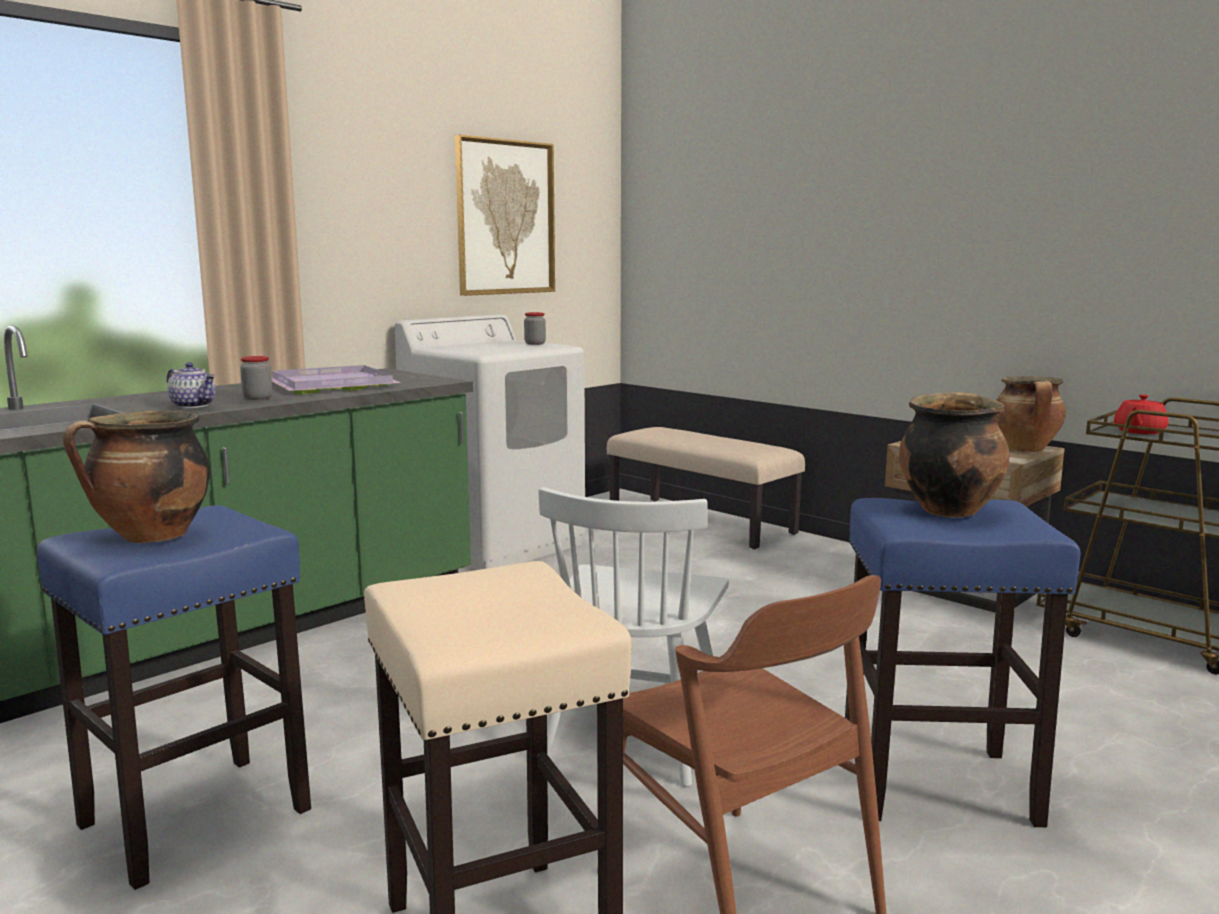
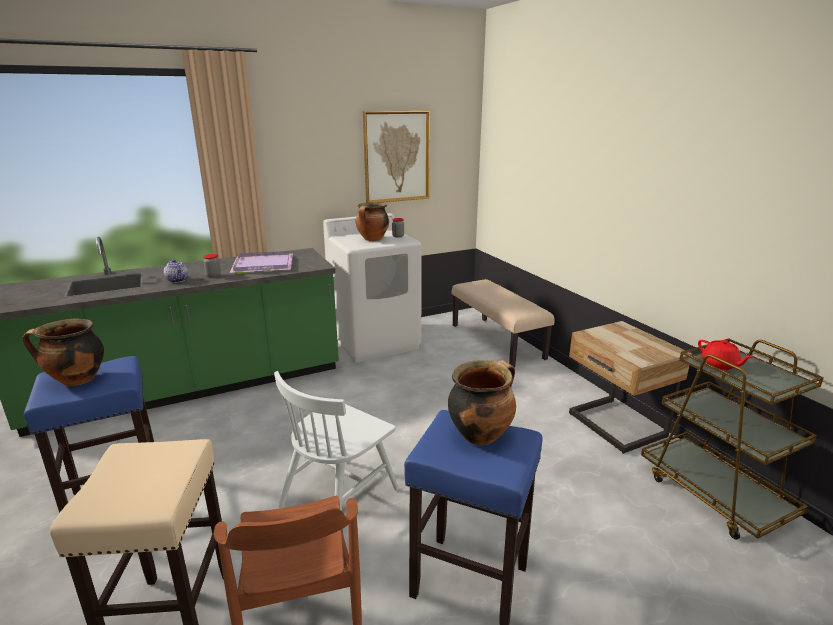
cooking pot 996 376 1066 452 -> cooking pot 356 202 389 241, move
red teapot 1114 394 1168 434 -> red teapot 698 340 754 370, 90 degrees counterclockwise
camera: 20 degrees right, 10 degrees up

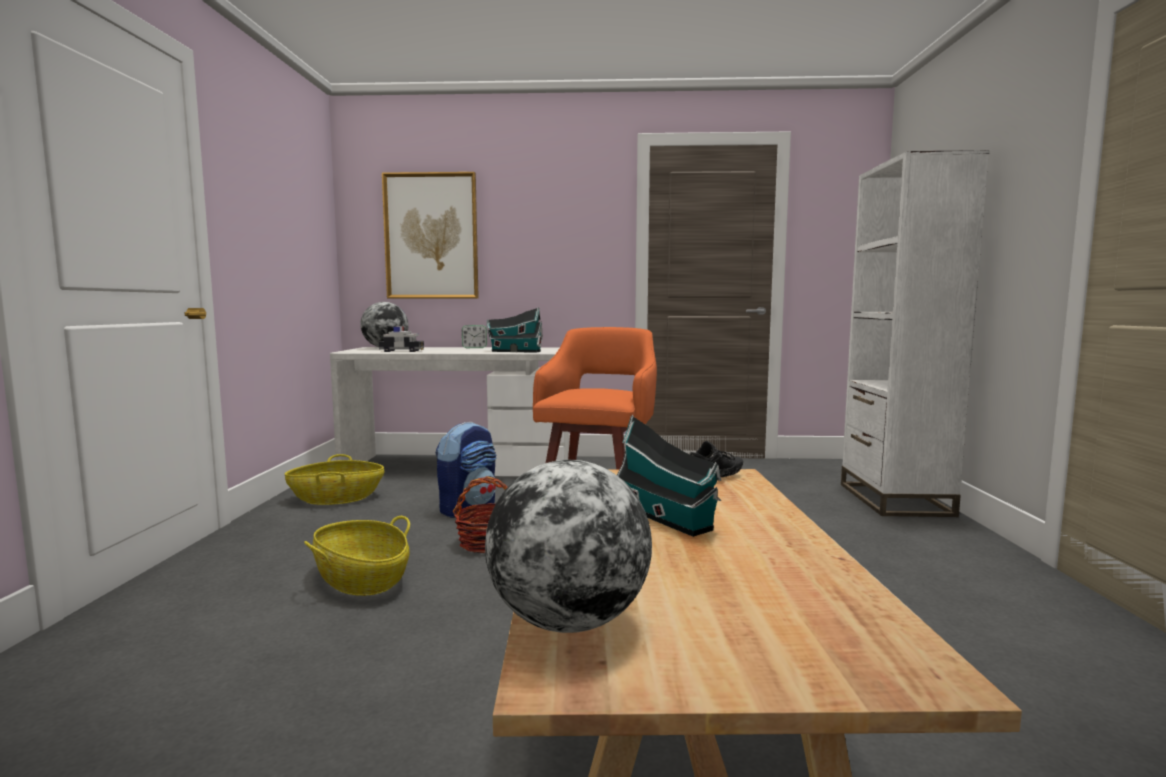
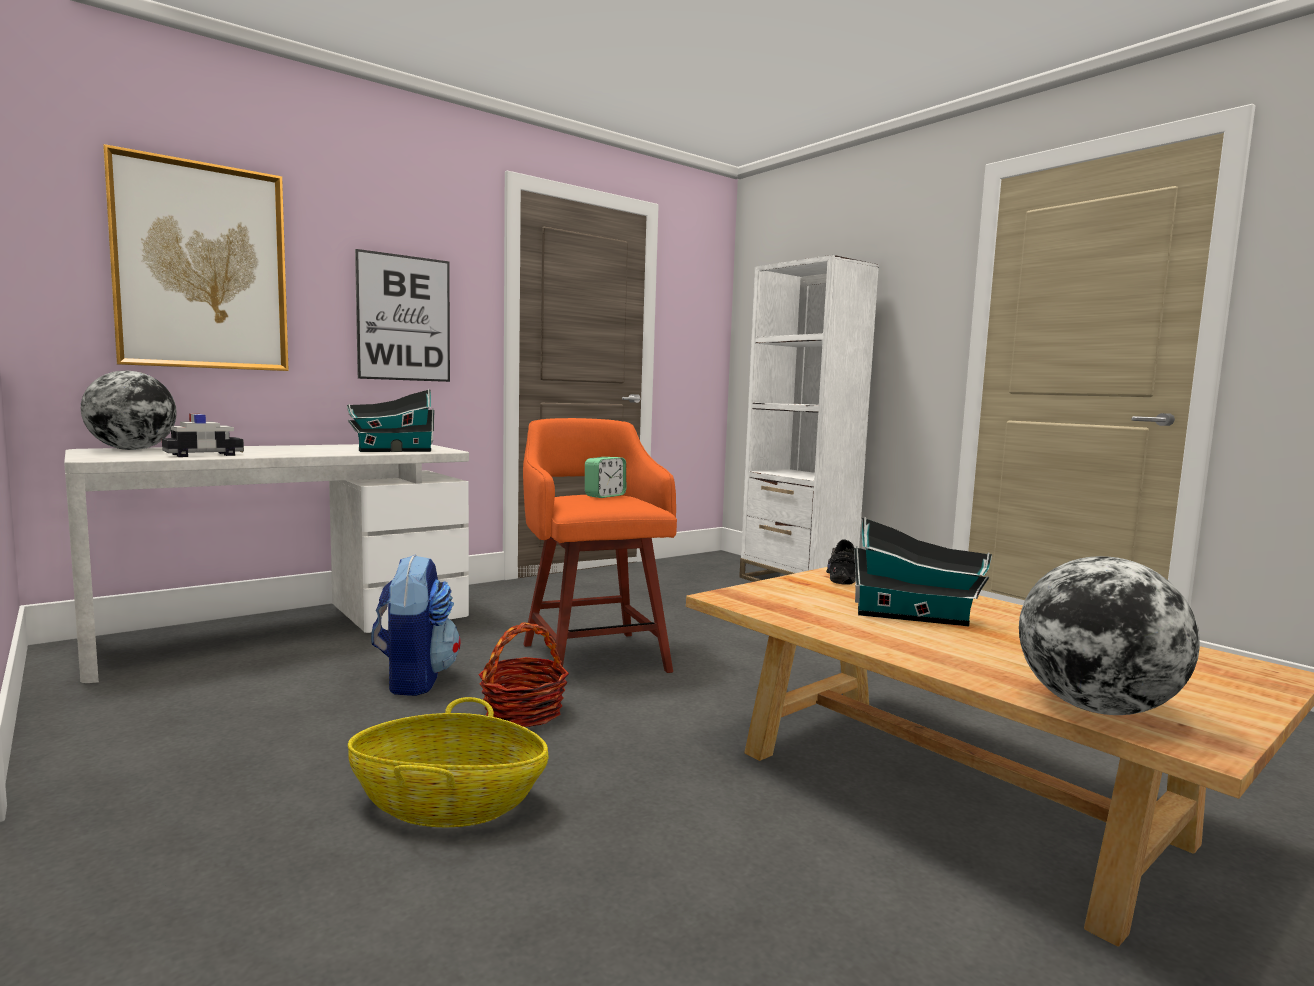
storage basket 285 454 384 505 -> none
table clock 462 325 487 348 -> table clock 585 457 626 498, move
none -> picture 355 249 450 382
camera: 40 degrees left, 0 degrees up

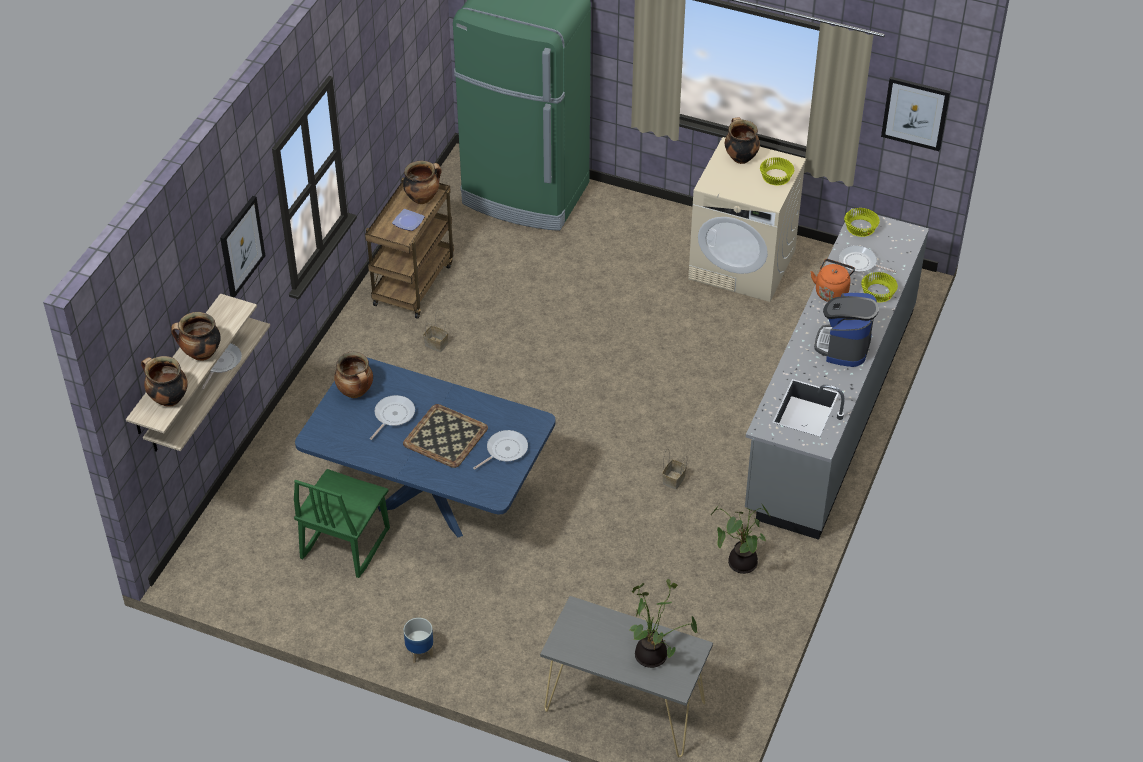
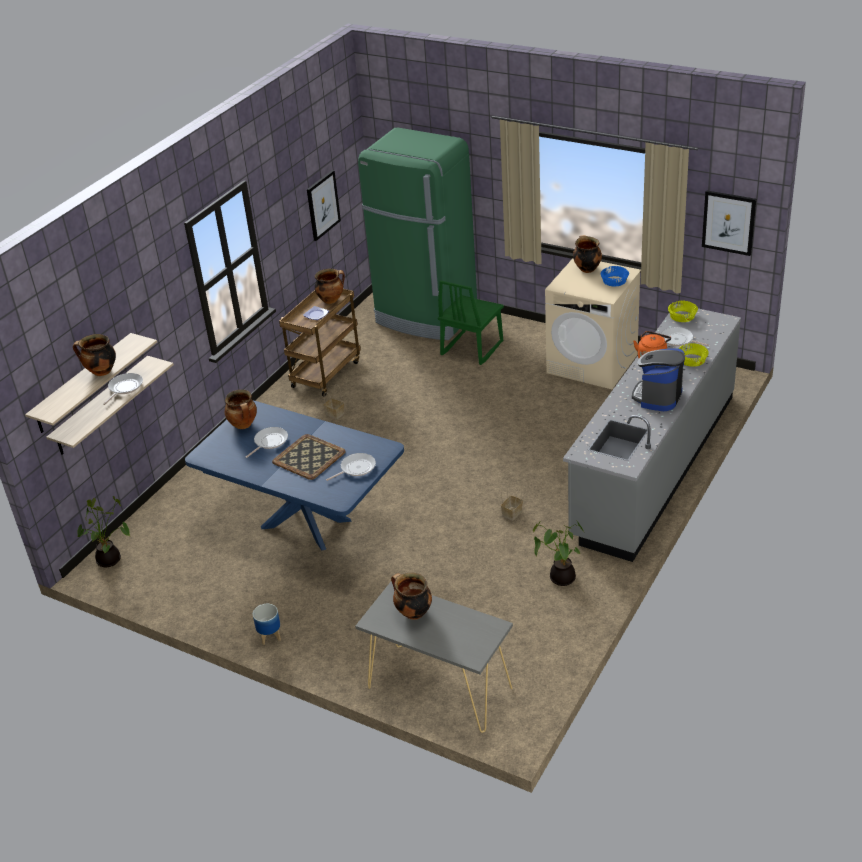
cooking pot 141 356 188 407 -> cooking pot 391 573 432 620, move
picture 220 196 265 298 -> picture 307 170 341 241, move
green chair 294 469 390 578 -> green chair 438 280 504 365, move
houseplant 630 579 698 668 -> houseplant 77 496 130 567, move
yellow deep dish 760 157 794 185 -> bluish deep dish 601 266 629 286
camera: 10 degrees right, 10 degrees down

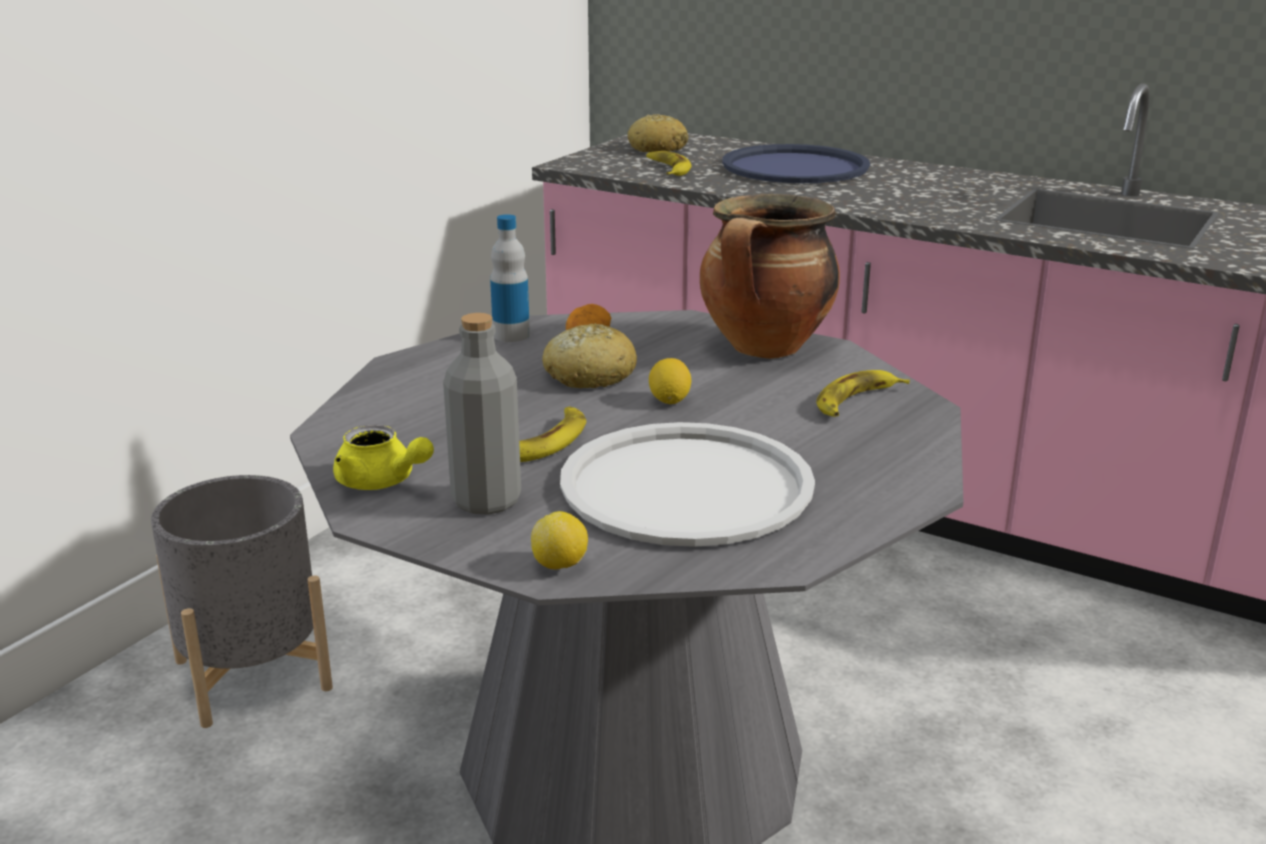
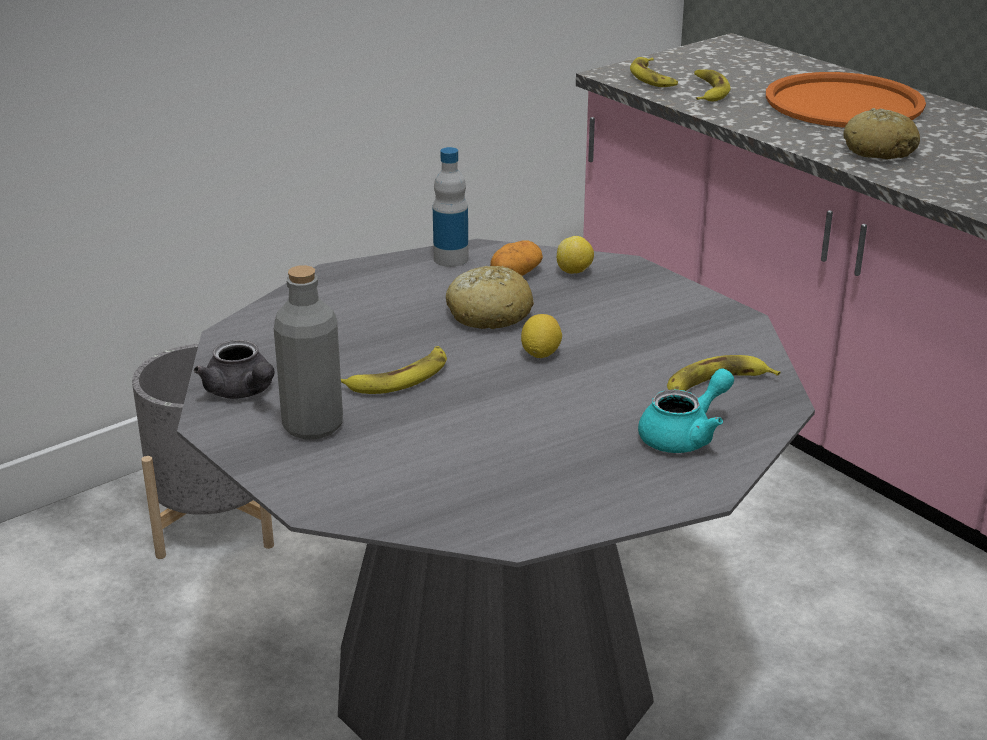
yellow teapot 333 425 434 490 -> greyish teapot 194 340 275 399
citrus fruit 531 511 588 569 -> citrus fruit 557 236 594 274, move
white-coloured carrying tray 560 422 815 547 -> none
bread 628 114 688 152 -> bread 844 108 920 159, move
cooking pot 700 194 840 359 -> none
bluish carrying tray 722 144 870 183 -> orangey carrying tray 766 72 926 128
none -> banana 630 57 678 87
none -> turquoise-coloured teapot 638 369 734 453
camera: 20 degrees right, 5 degrees up

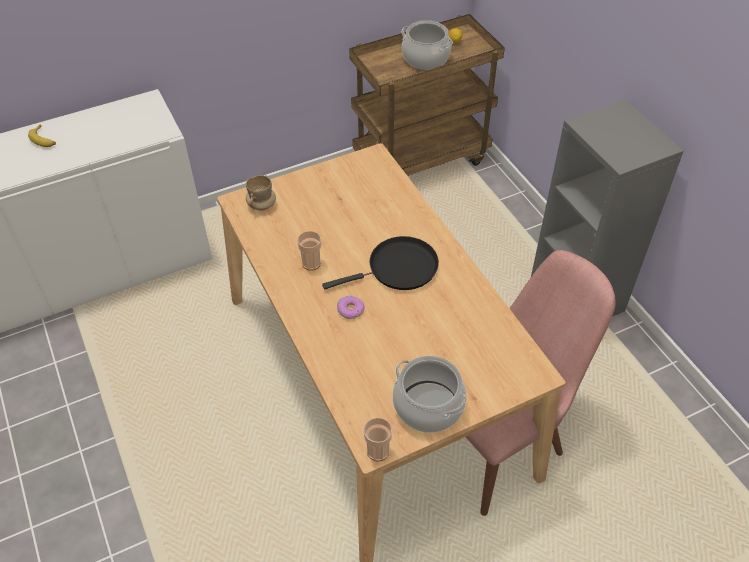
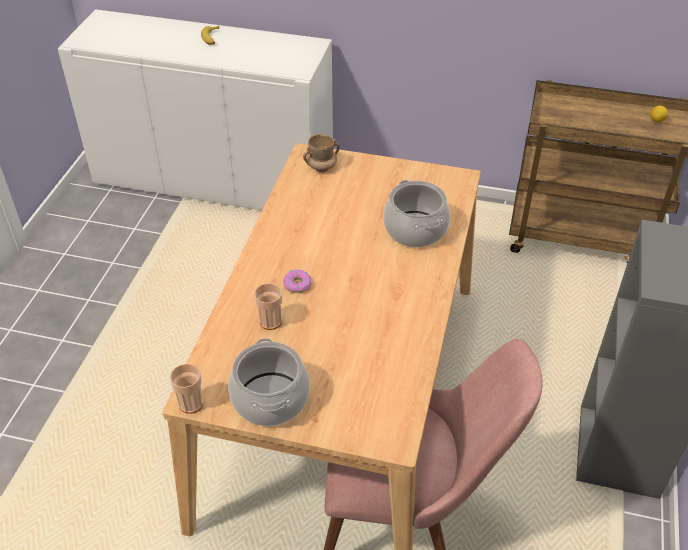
drinking cup 297 231 321 271 -> drinking cup 254 283 282 330, move
black skillet 322 236 439 290 -> none
cooking pot 401 20 453 70 -> cooking pot 383 180 450 247, move
camera: 40 degrees right, 5 degrees down

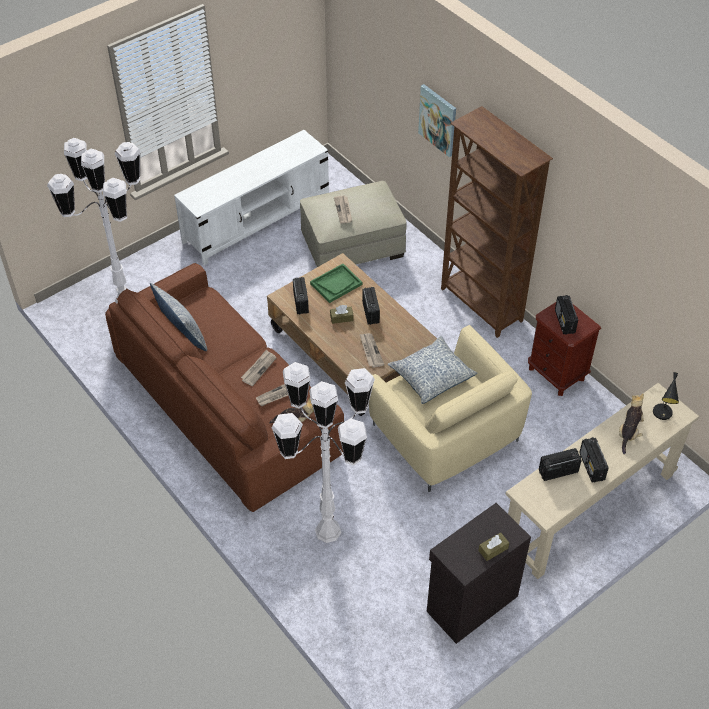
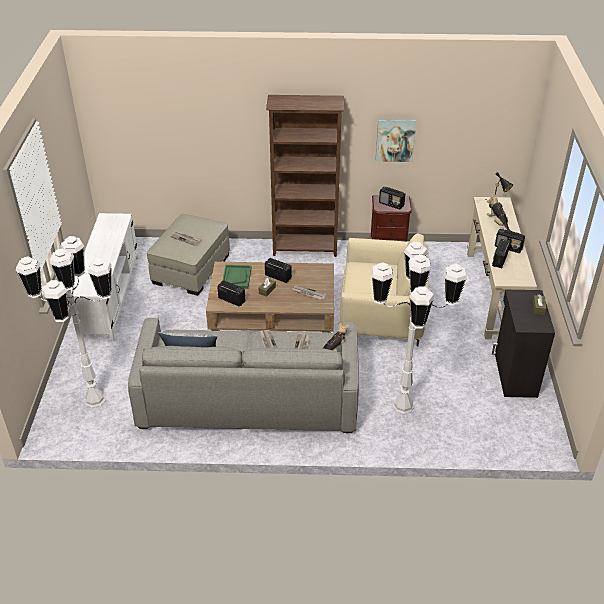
brown-coloured settee 105 263 344 512 -> greyish settee 128 318 359 433
pillow 388 336 477 404 -> none
picture 418 84 456 157 -> picture 376 119 416 162, move
camera: 50 degrees left, 10 degrees down

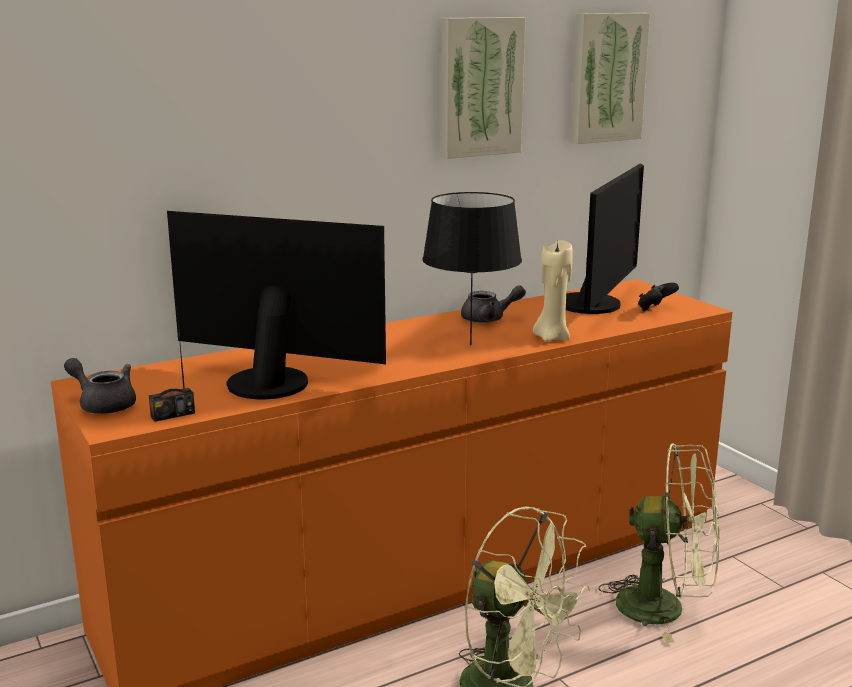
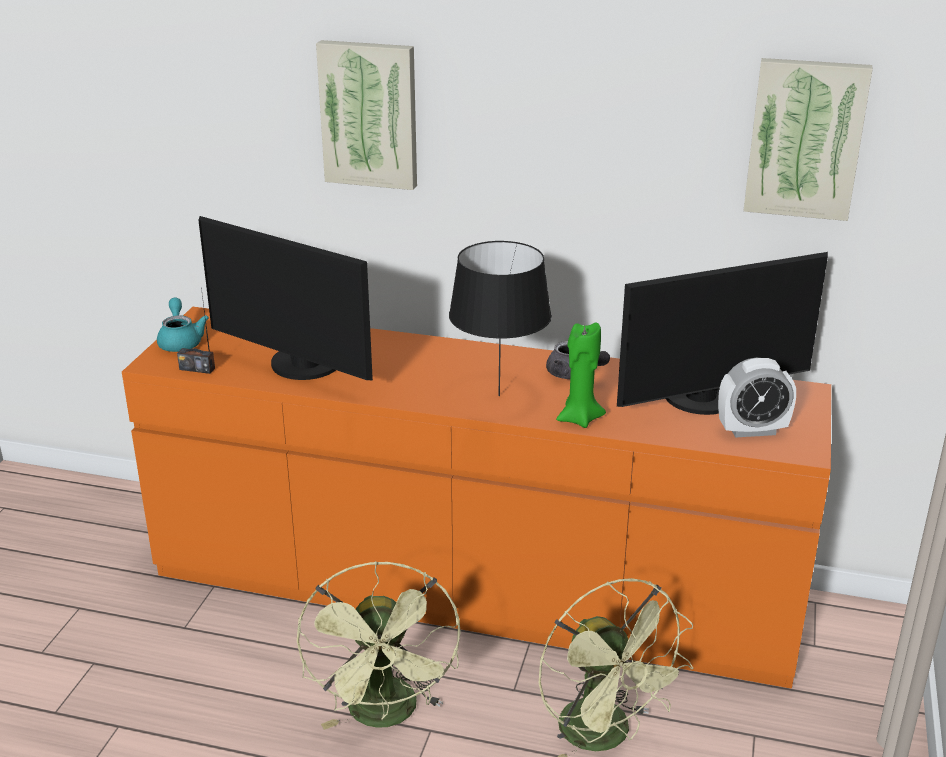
greyish teapot 64 358 136 414 -> turquoise-coloured teapot 157 298 209 352
computer screen 167 211 386 399 -> computer screen 198 216 373 381, 150 degrees clockwise
picture 441 17 526 159 -> picture 316 40 417 190, move
beige-coloured candle 533 240 573 341 -> green candle 556 323 606 428
black game controller 638 283 679 311 -> table clock 718 358 796 438
camera: 45 degrees right, 10 degrees up

